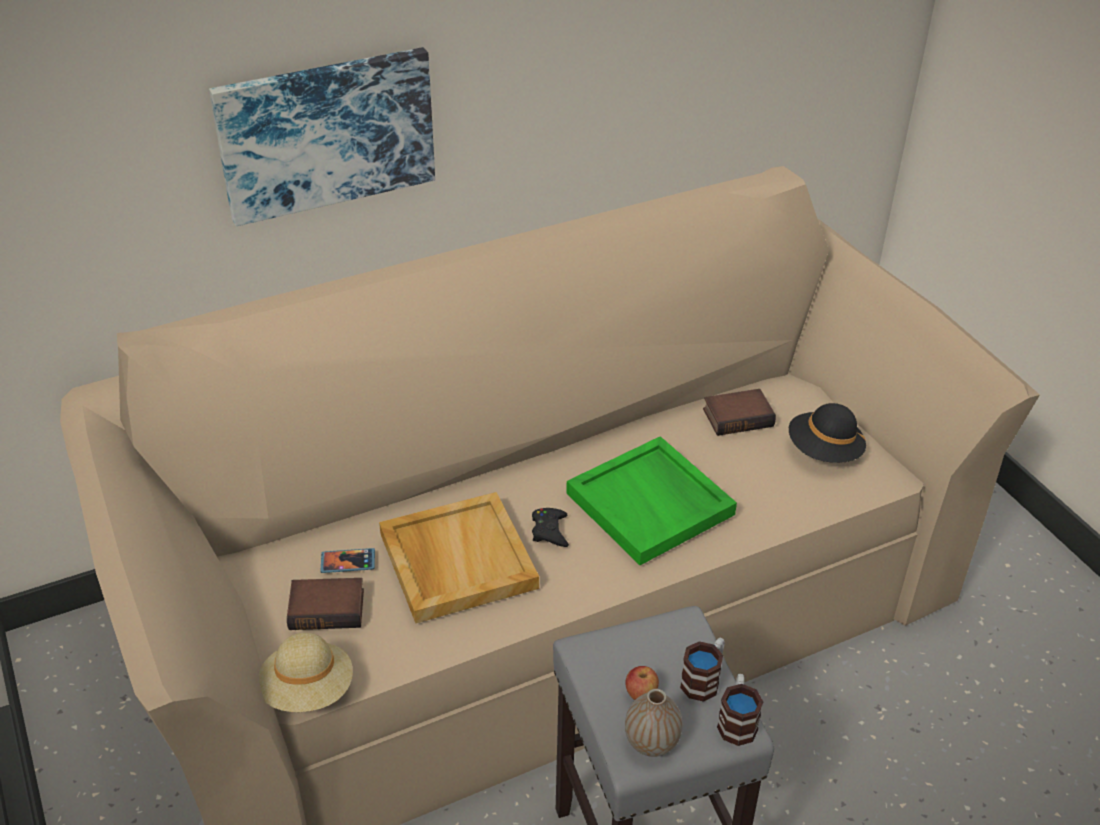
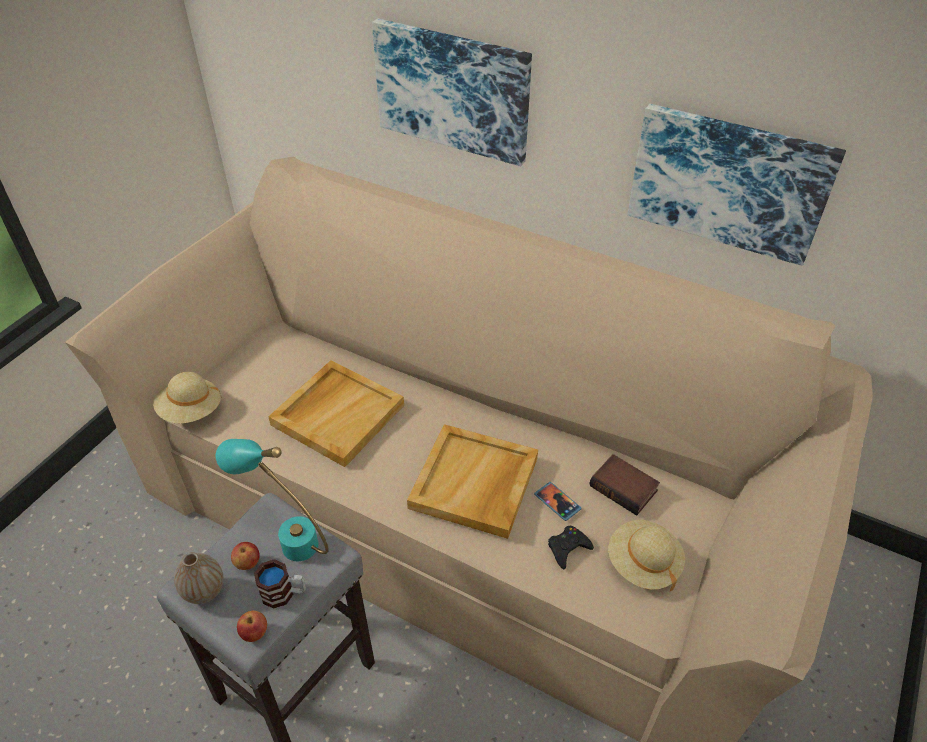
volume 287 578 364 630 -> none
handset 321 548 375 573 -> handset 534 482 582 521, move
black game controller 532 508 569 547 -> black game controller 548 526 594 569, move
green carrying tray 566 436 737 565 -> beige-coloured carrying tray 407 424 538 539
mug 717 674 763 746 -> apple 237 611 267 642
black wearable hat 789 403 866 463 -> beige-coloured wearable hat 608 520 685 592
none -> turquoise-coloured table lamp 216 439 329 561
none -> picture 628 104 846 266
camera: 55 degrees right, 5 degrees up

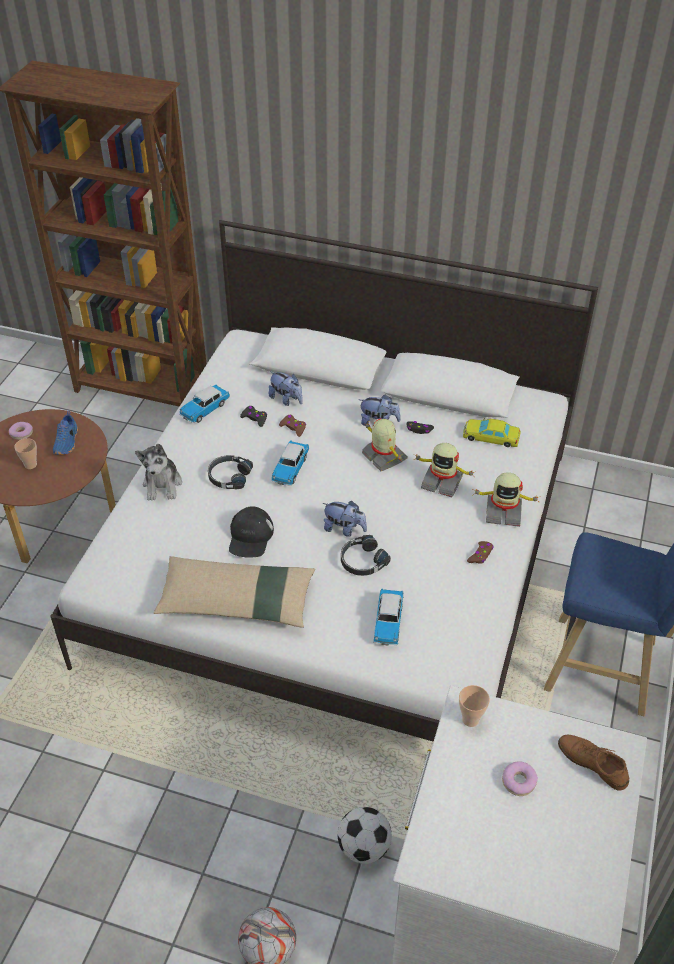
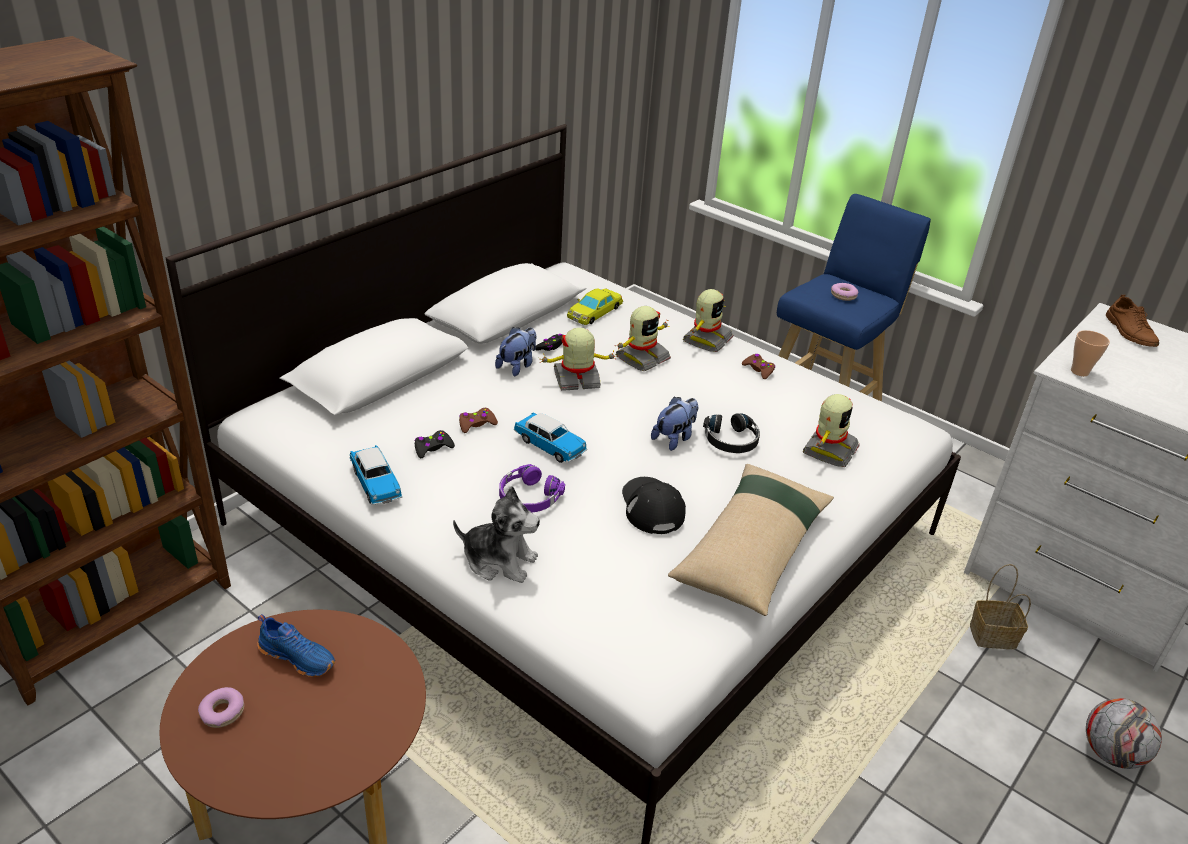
drinking cup 14 438 37 469 -> none
black headset 208 455 253 490 -> purple-coloured headset 499 464 565 512
black peaked cap 229 506 274 558 -> black peaked cap 622 477 686 534, 135 degrees counterclockwise
soft toy 269 371 303 406 -> none
ball for football 338 807 392 864 -> storage basket 970 564 1031 649
miniature car 373 588 404 646 -> model robot 802 394 859 467
ring doughnut 502 761 538 796 -> ring doughnut 831 283 858 301, move
brown-coloured shoe 558 735 629 791 -> brown-coloured shoe 1106 295 1159 347, 75 degrees counterclockwise
camera: 70 degrees left, 10 degrees down

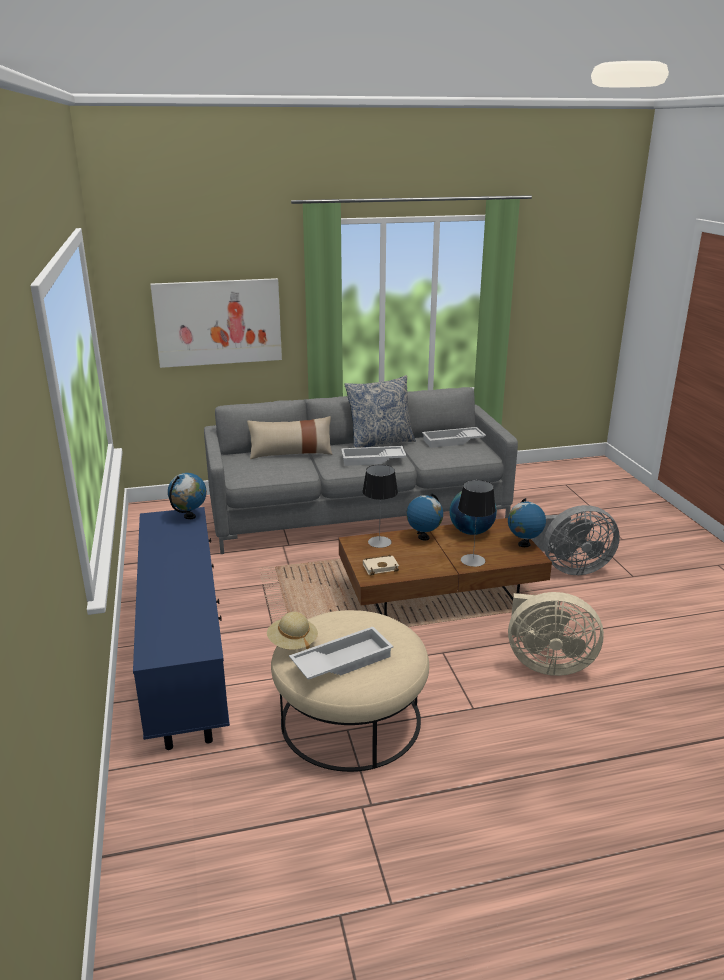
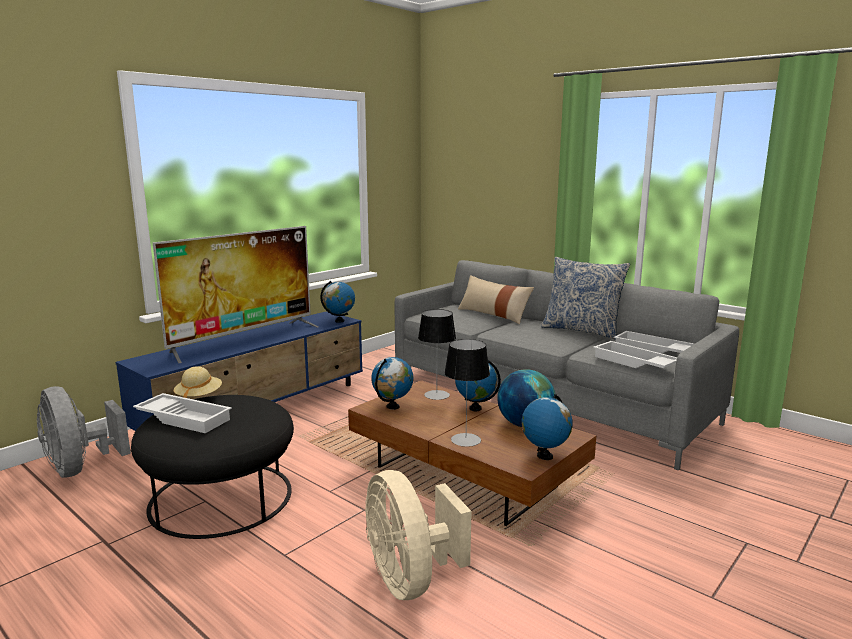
picture 150 278 282 368 -> none
beige-coloured ottoman 271 610 429 772 -> black ottoman 131 395 294 539
white-coloured carrying tray 341 446 406 466 -> white-coloured carrying tray 593 341 677 368, move
beige-coloured volume 363 555 399 575 -> world globe 371 357 413 410
greyish electric fan 532 505 620 575 -> greyish electric fan 37 386 131 478, move
none -> TV 153 226 318 363
camera: 55 degrees right, 10 degrees down

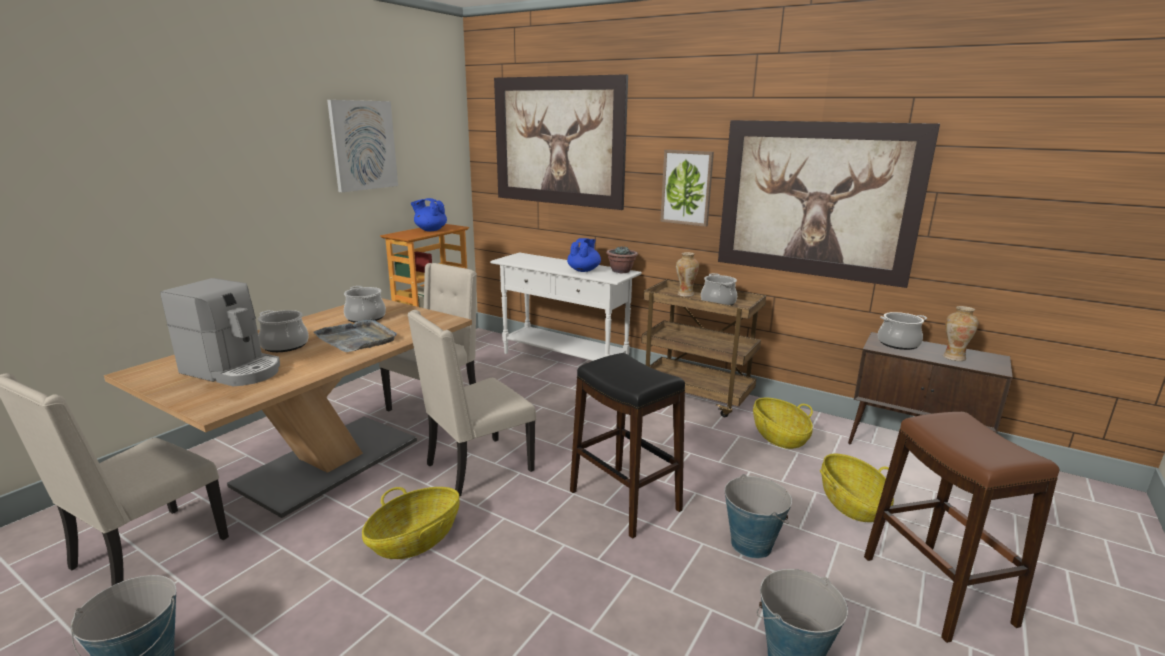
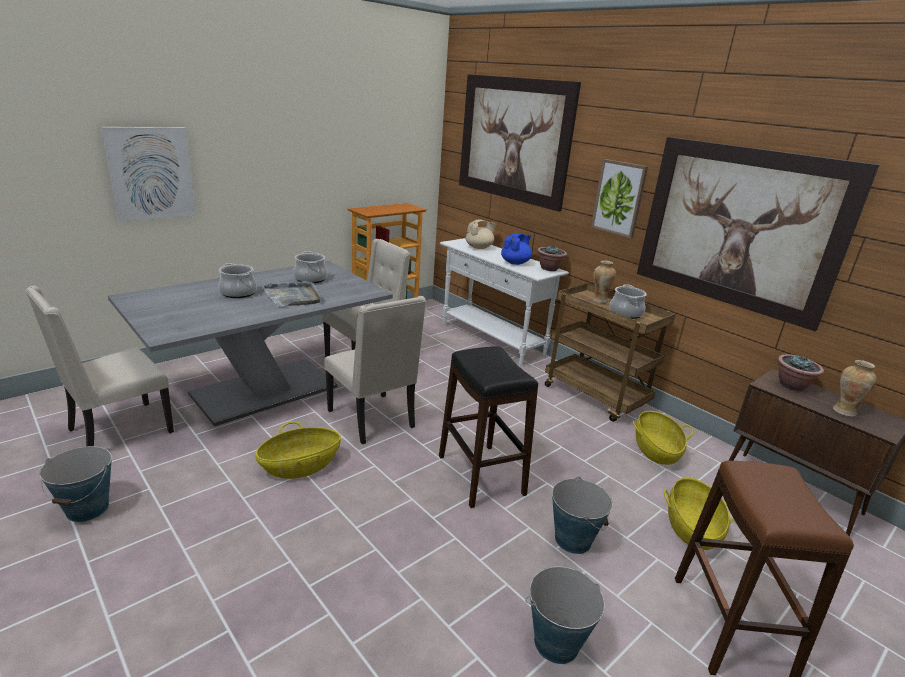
brown-coloured dinner table 104 298 472 518 -> greyish dinner table 108 261 393 426
coffee machine 160 278 280 387 -> none
picture 327 100 398 192 -> picture 101 127 196 222, move
beige-coloured chair 408 310 536 496 -> beige-coloured chair 325 296 426 444, 105 degrees counterclockwise
bluish teapot 411 198 447 231 -> none
cooking pot 878 312 927 350 -> houseplant 778 354 824 391
none -> beige-coloured teapot 466 220 496 249
camera: 15 degrees right, 5 degrees up

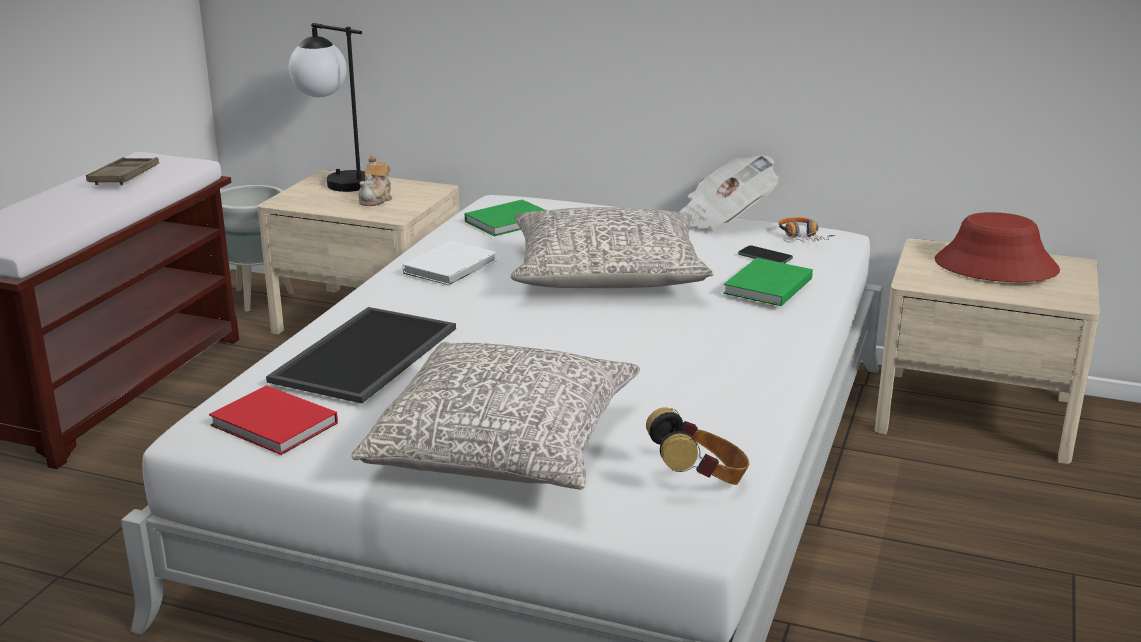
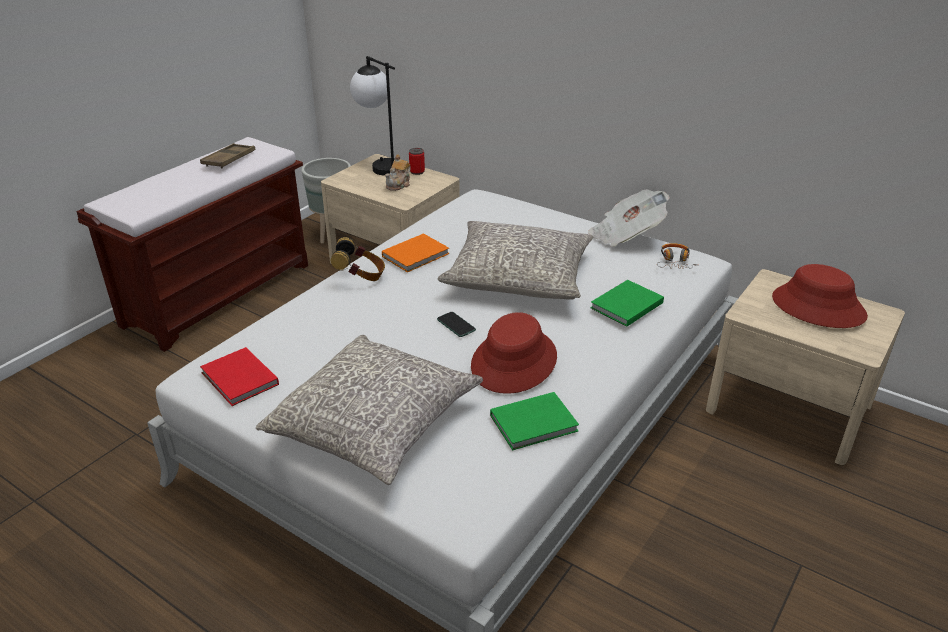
carrying tray 266 307 456 403 -> none
white-coloured volume 402 241 497 286 -> orangey volume 382 233 449 273
green volume 465 199 546 236 -> green volume 490 392 579 450, move
headset 646 407 749 485 -> headset 331 237 385 281, move
handset 738 245 793 264 -> handset 437 312 476 337, move
none -> can 409 148 425 175
none -> red wearable hat 471 312 557 394
camera: 15 degrees right, 10 degrees up

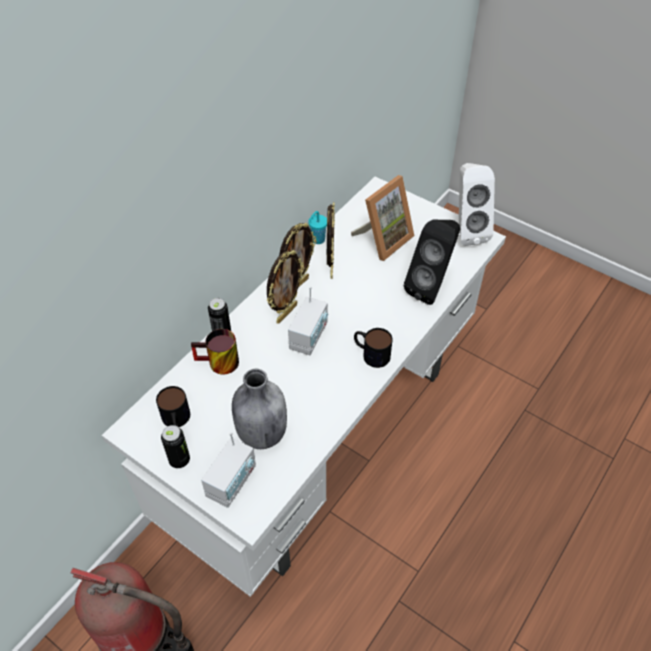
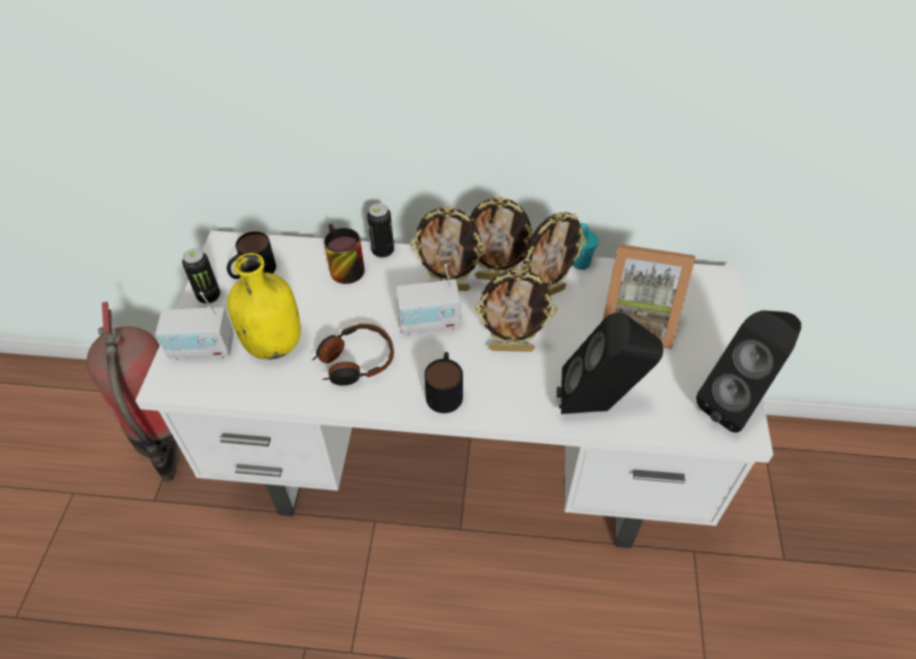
greyish beverage bottle 232 369 287 449 -> yellow beverage bottle 227 253 301 360
white-coloured audio speaker 459 163 495 246 -> black audio speaker 696 310 801 433
none -> headset 311 324 394 386
none -> photo frame 474 269 557 352
camera: 60 degrees right, 0 degrees up

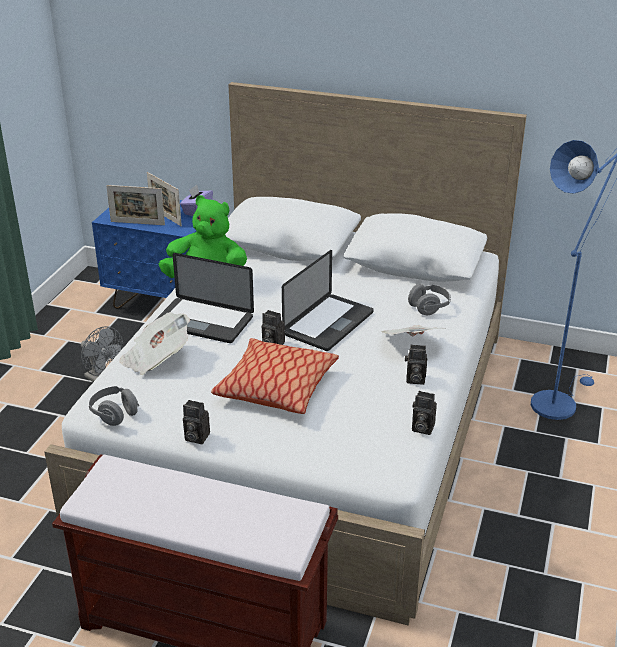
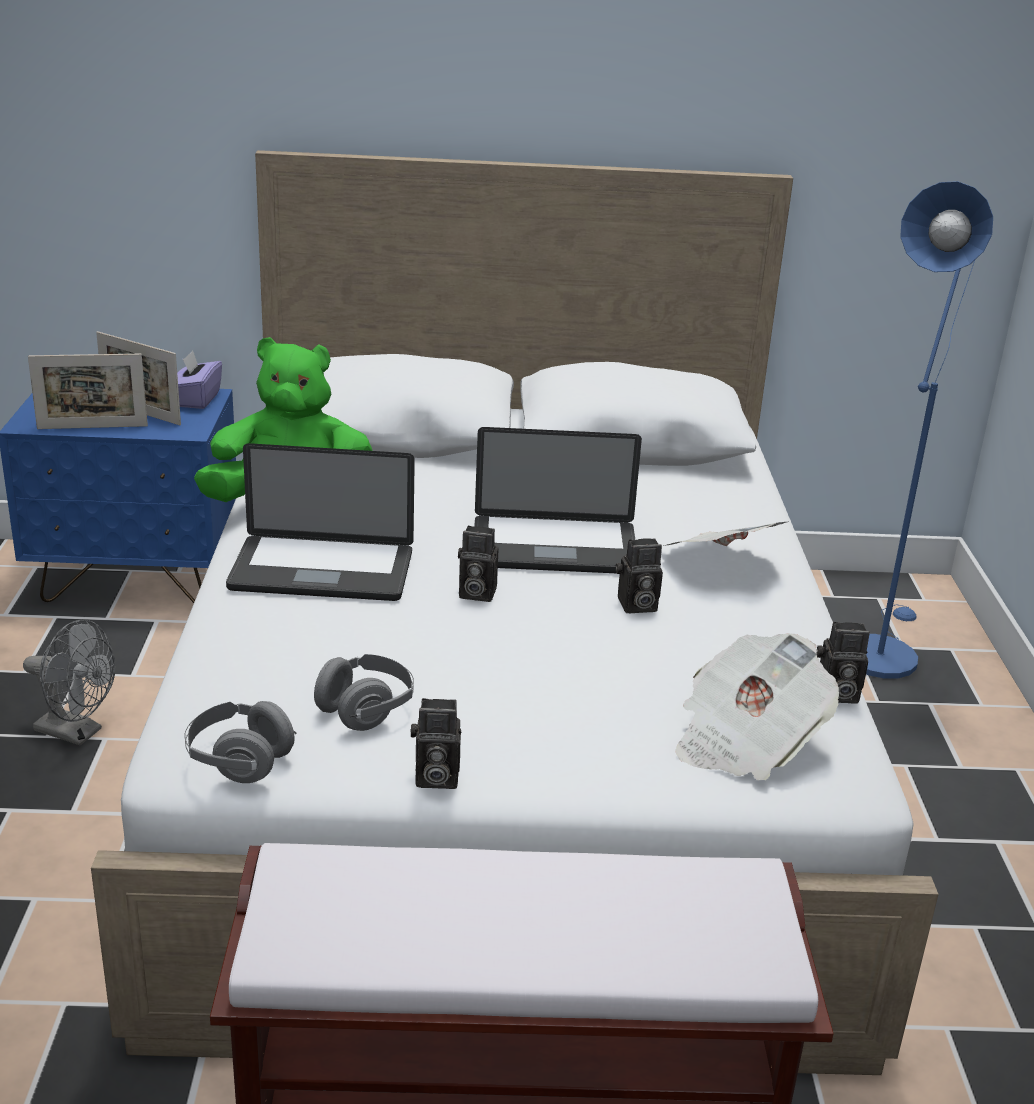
newspaper 120 312 190 375 -> newspaper 675 633 839 780, move
pillow 211 338 339 414 -> none
portable computer 282 250 374 351 -> portable computer 474 427 642 573, 75 degrees clockwise
photo camera 405 345 427 385 -> photo camera 616 538 663 613, move
greyish headset 408 284 451 315 -> greyish headset 314 654 414 731, move
camera: 20 degrees left, 5 degrees down

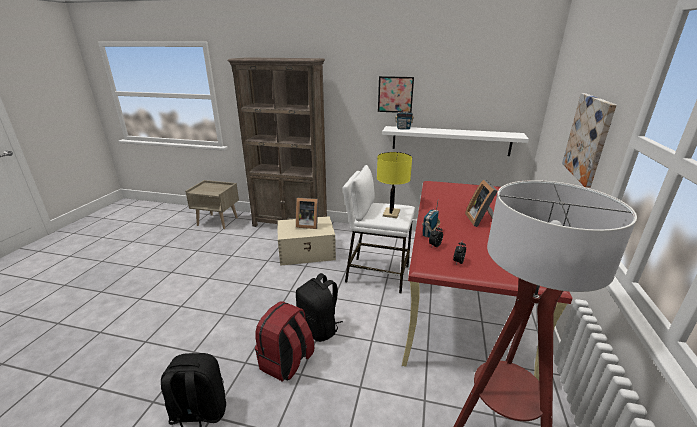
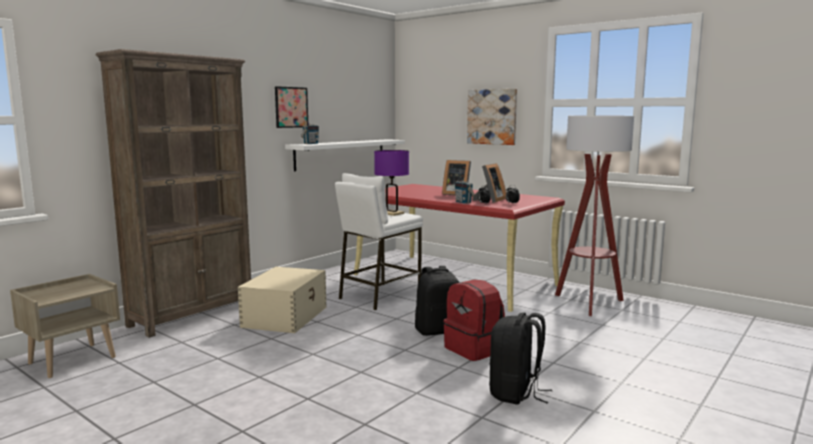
photo frame 296 198 318 229 -> photo frame 472 163 506 203, move
yellow table lamp 377 152 412 218 -> purple-coloured table lamp 374 150 409 216
camera: 65 degrees left, 15 degrees down

